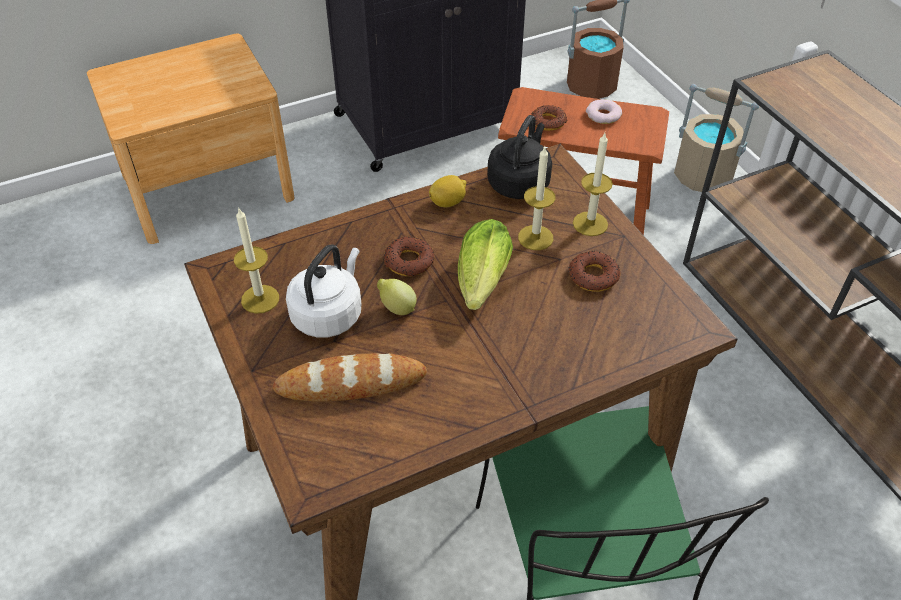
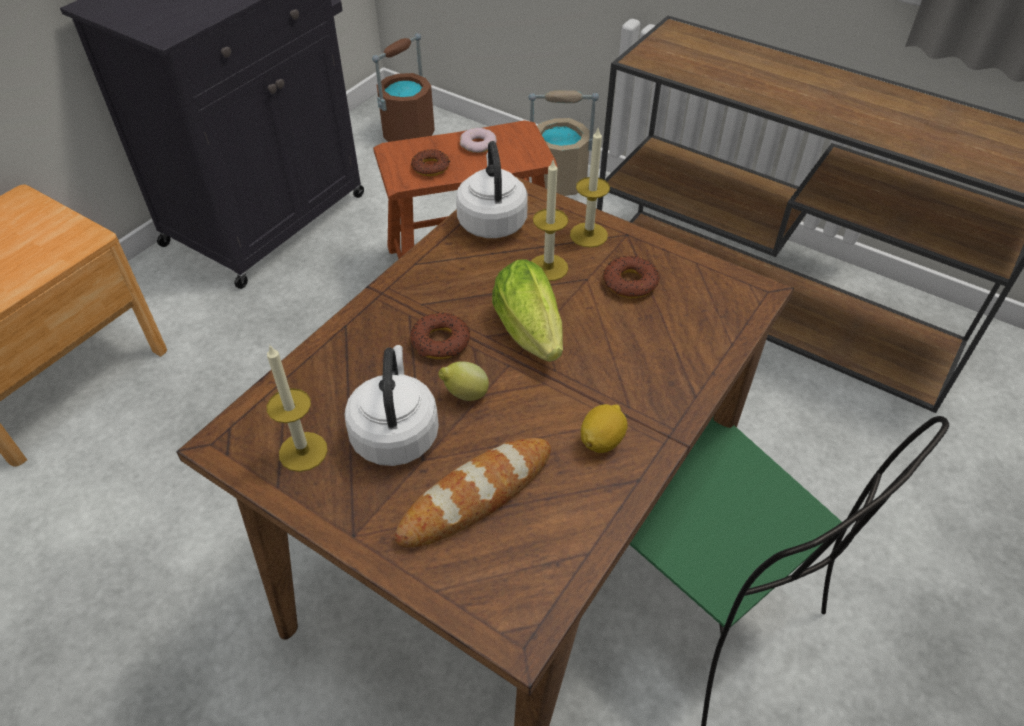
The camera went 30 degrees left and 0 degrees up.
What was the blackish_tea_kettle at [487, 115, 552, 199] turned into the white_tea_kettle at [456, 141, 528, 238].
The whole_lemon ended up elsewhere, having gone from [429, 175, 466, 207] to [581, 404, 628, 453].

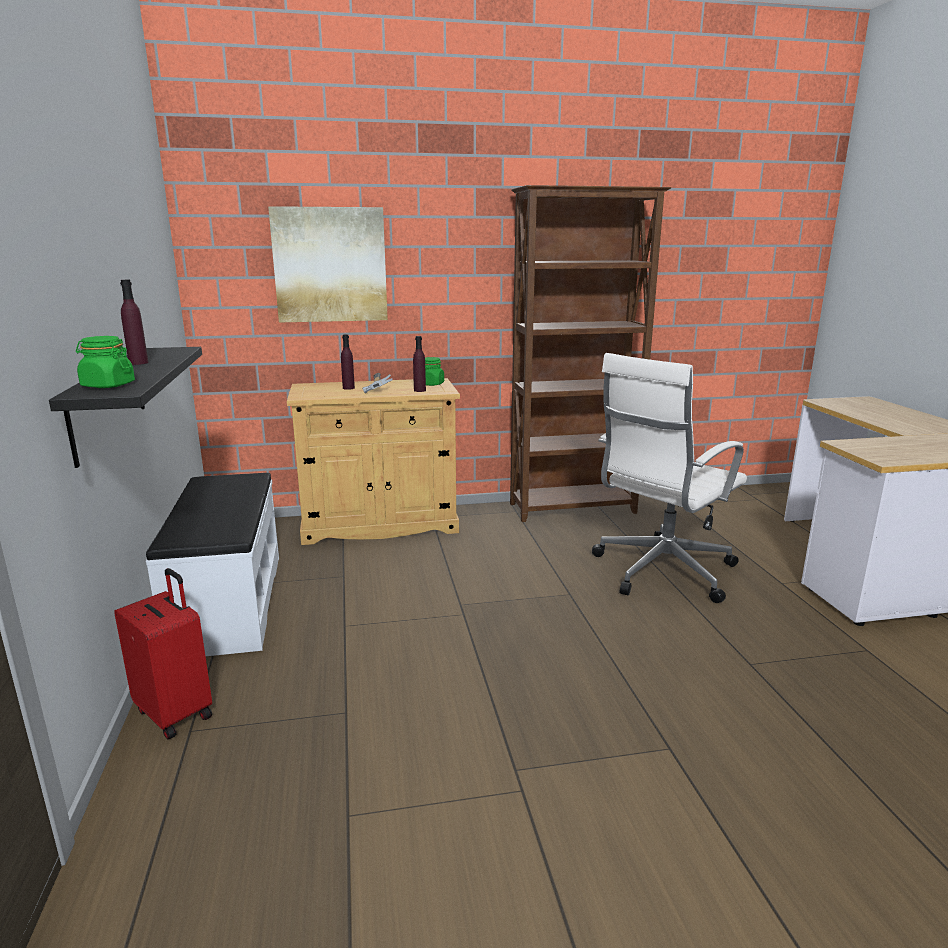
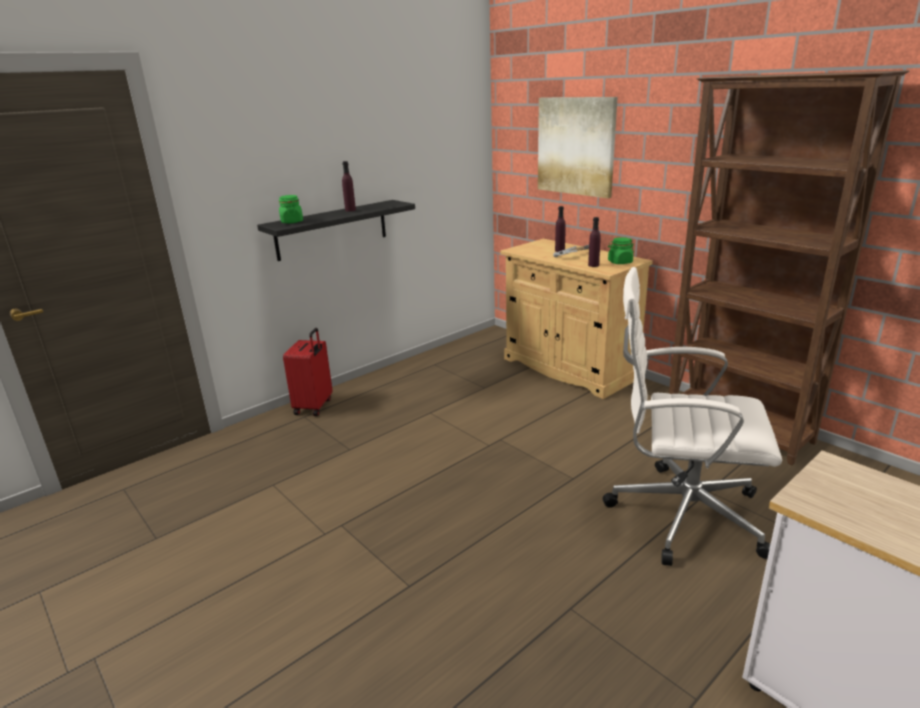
The camera went 60 degrees right and 5 degrees up.
The second view lost the white_indoor_bench at [146, 473, 279, 656].

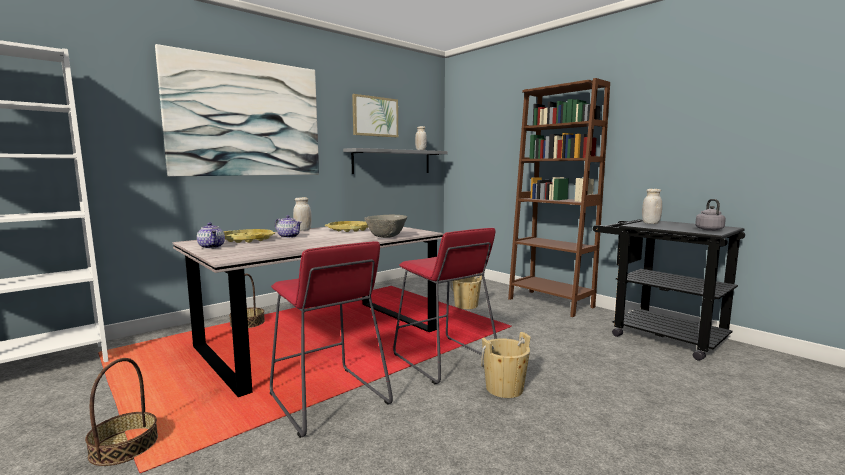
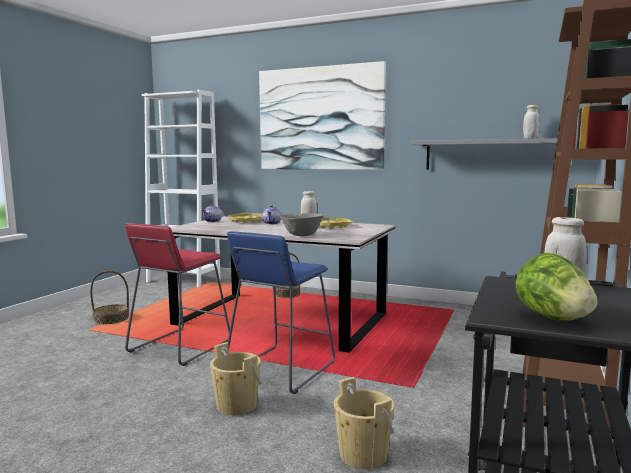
The camera went 65 degrees right and 0 degrees up.
What was the reddish_stool_seat at [393, 228, 497, 384] turned into the blue_stool_seat at [227, 231, 335, 394].
The beige-coloured_water_bucket ended up elsewhere, having gone from [451, 275, 482, 309] to [334, 377, 395, 469].
Where the grey_tea_kettle stood at [695, 199, 726, 231], the lettuce_head came to stand at [515, 253, 598, 321].
The second view lost the wall_picture at [352, 94, 398, 137].

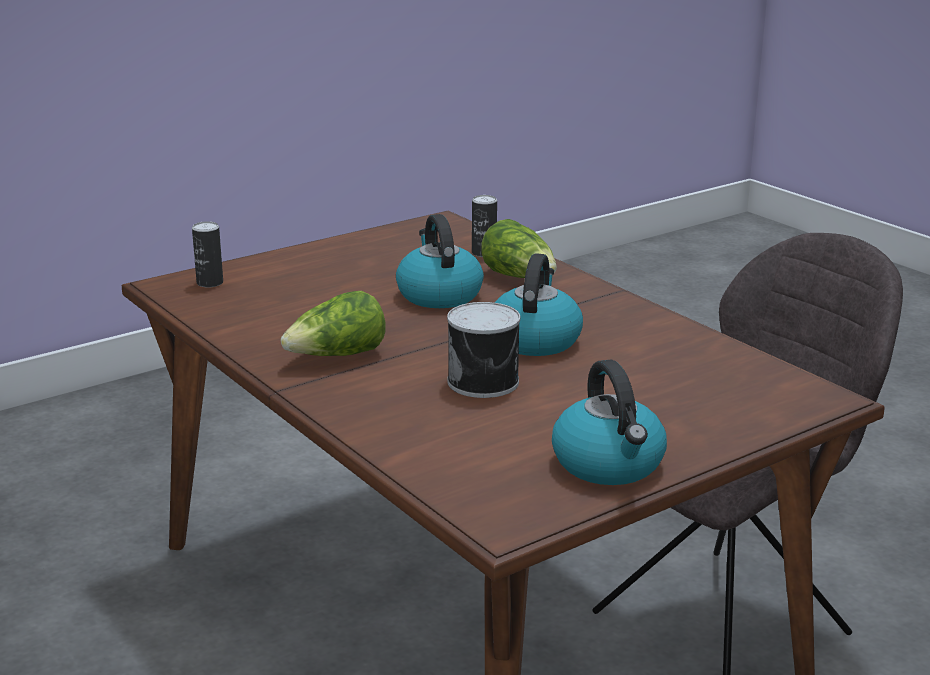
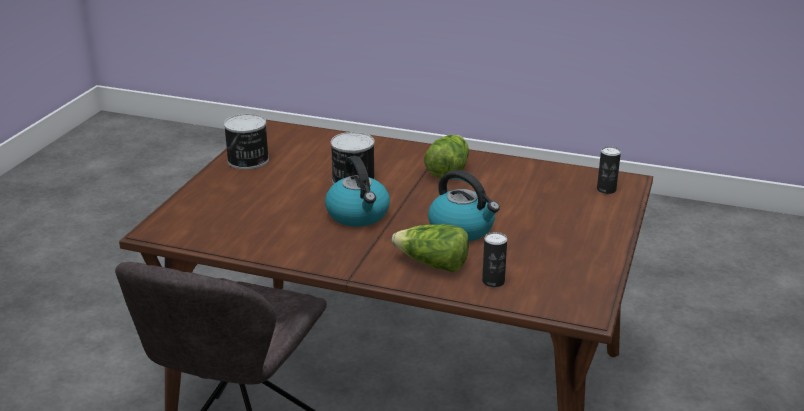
The camera went 145 degrees right and 5 degrees up.
Where the tea_kettle stood at [552, 360, 667, 485], the can came to stand at [224, 114, 269, 170].

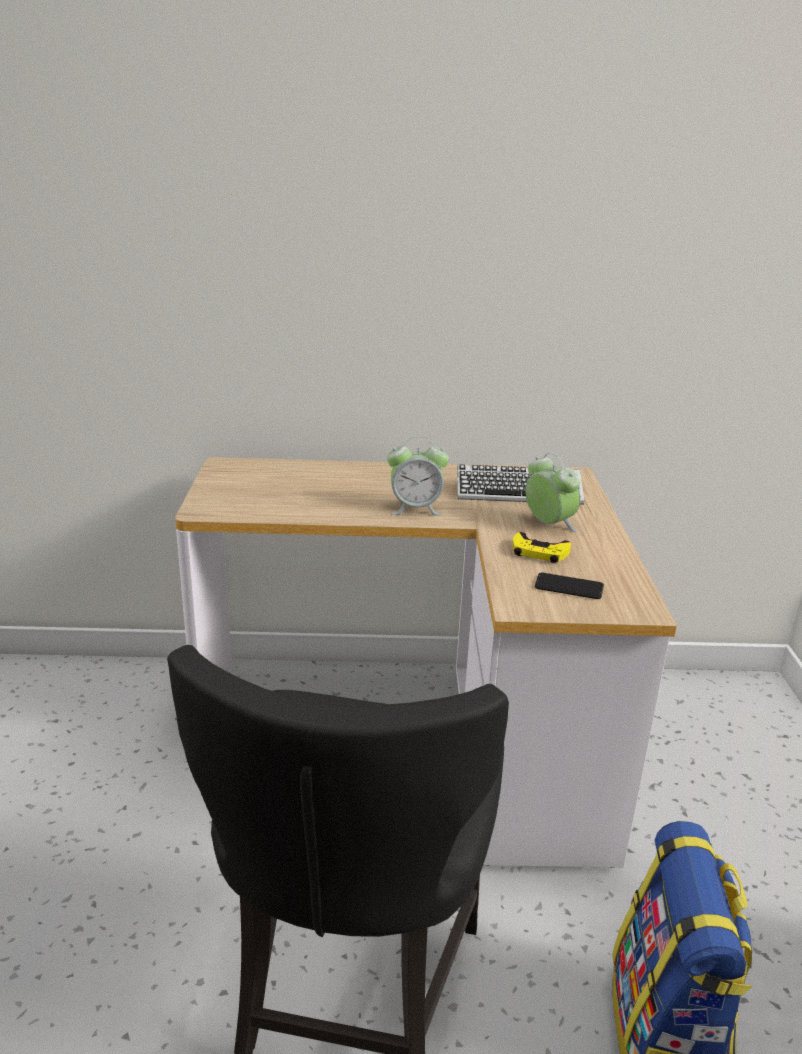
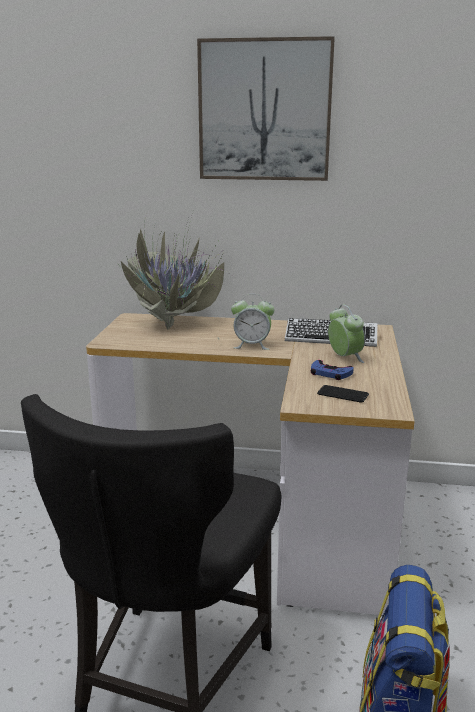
The camera went 10 degrees right and 5 degrees down.
The second view gained the potted_plant at [118, 216, 228, 339].
The second view gained the wall_picture at [197, 36, 335, 181].
What was the yellow_game_controller at [513, 532, 571, 563] turned into the blue_game_controller at [310, 360, 354, 380].

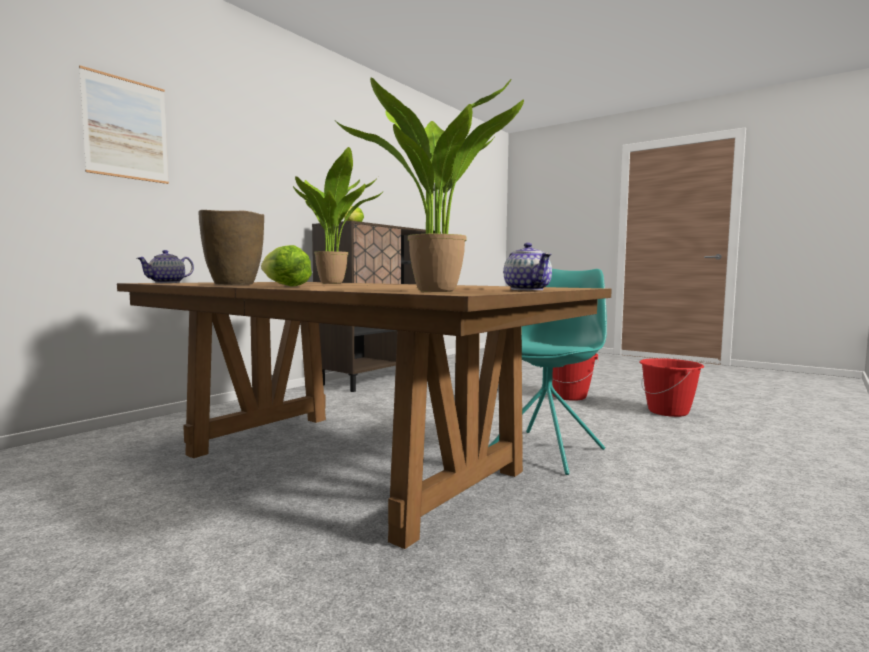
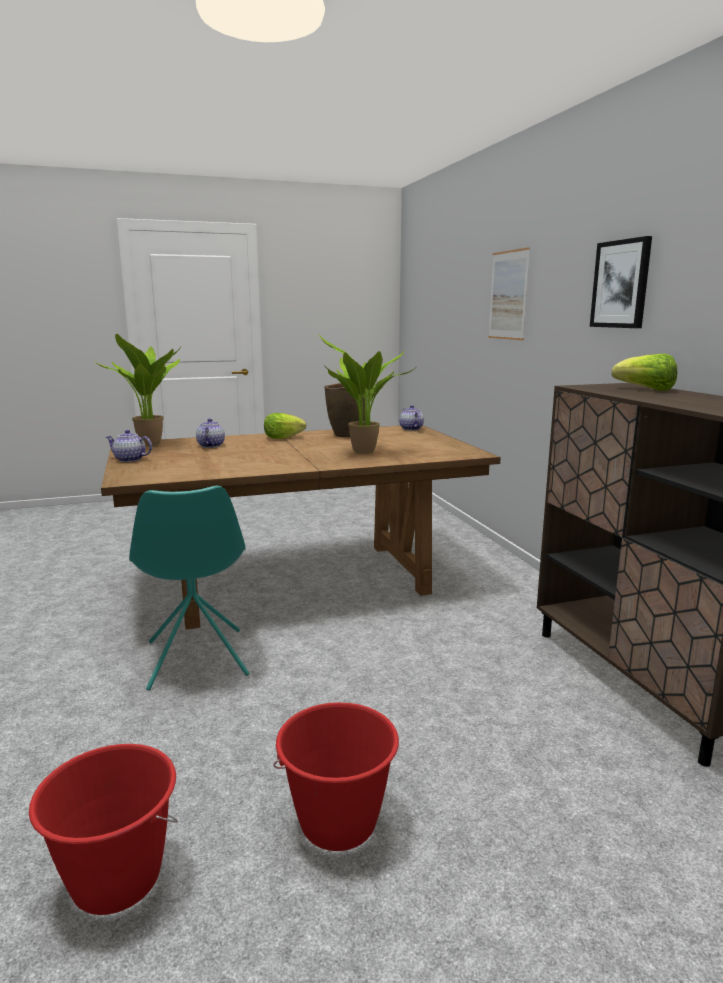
The camera went 125 degrees right and 10 degrees up.
The second view gained the teapot at [196, 419, 225, 448].
The second view gained the wall_picture at [590, 236, 652, 328].

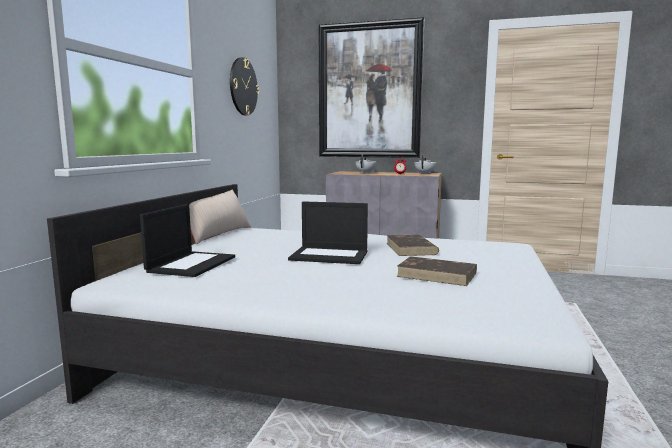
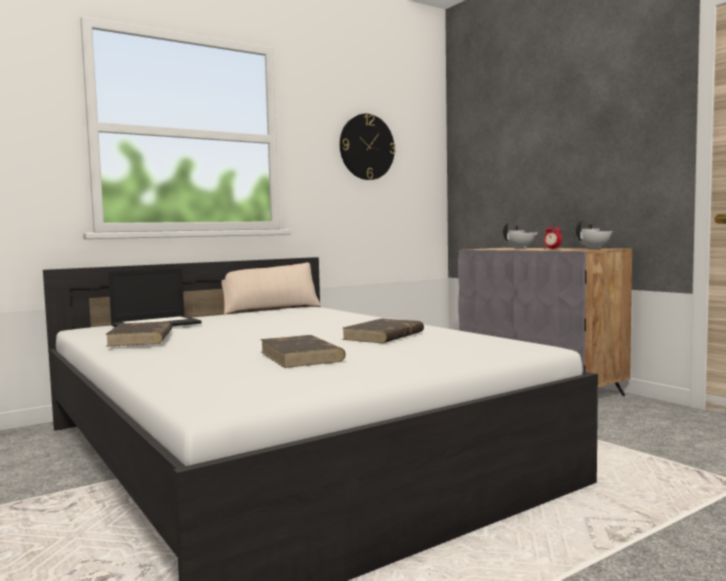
The camera went 40 degrees right and 5 degrees down.
The second view gained the brownish_volume at [105, 321, 172, 347].
The second view lost the notebook_computer at [288, 201, 368, 264].
The second view lost the wall_picture at [318, 17, 424, 158].

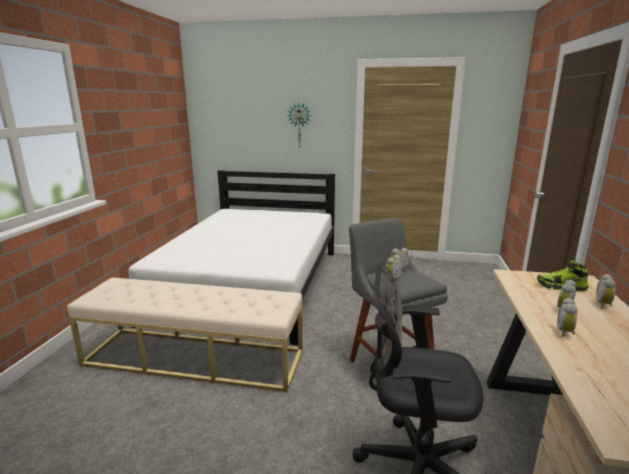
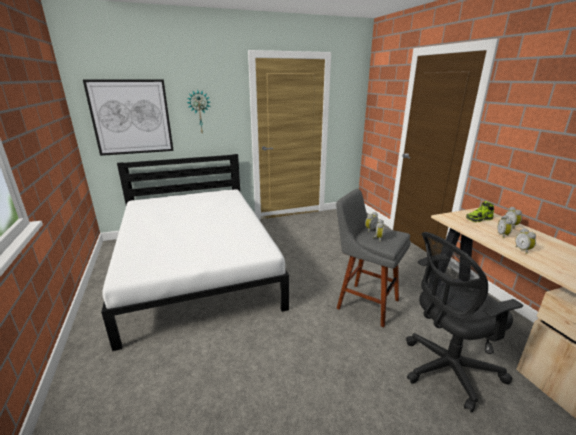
The camera went 30 degrees left and 5 degrees up.
The second view gained the wall_picture at [83, 79, 174, 156].
The second view lost the beige-coloured_indoor_bench at [67, 277, 303, 392].

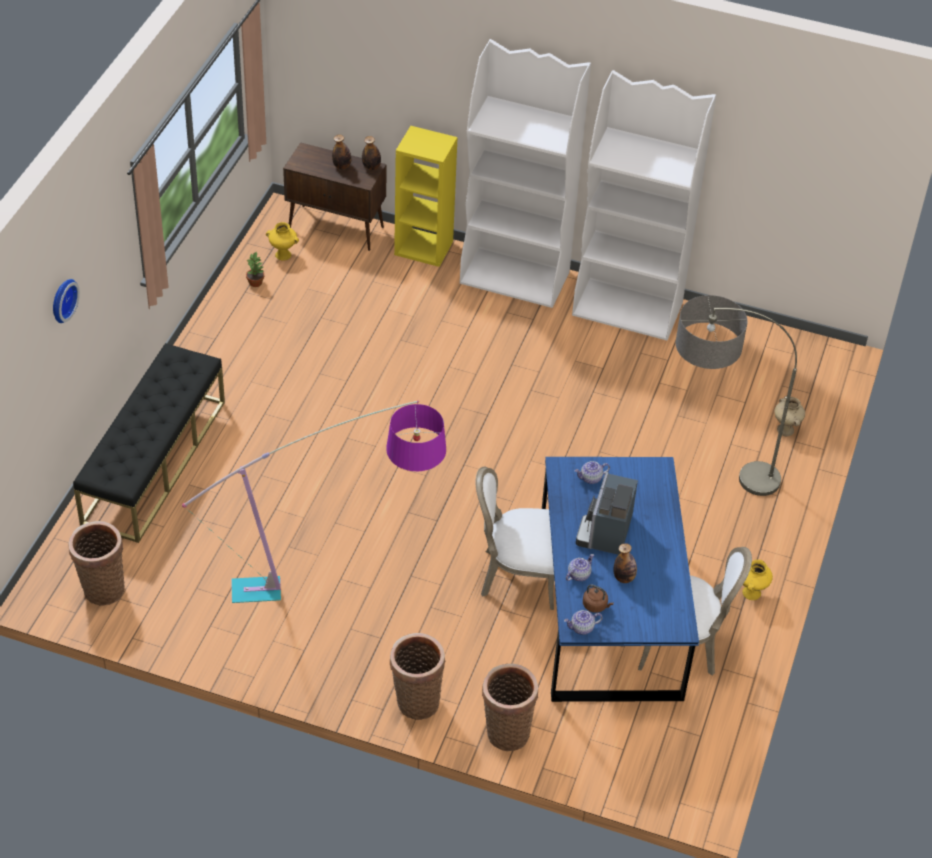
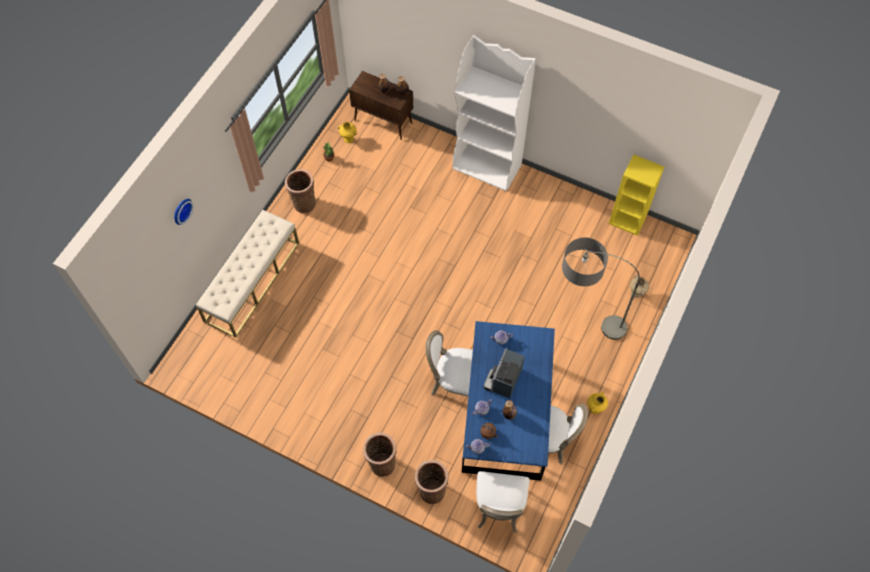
The camera went 10 degrees right and 15 degrees up.
What was the blackish_indoor_bench at [73, 343, 225, 543] turned into the beige-coloured_indoor_bench at [196, 210, 299, 338].
The basket ended up elsewhere, having gone from [68, 521, 125, 606] to [285, 169, 316, 213].
The second view gained the white_upright_chair at [476, 471, 530, 532].
The yellow_bookcase ended up elsewhere, having gone from [394, 126, 458, 267] to [609, 154, 664, 236].
The second view lost the standard_lamp at [182, 400, 446, 603].
The second view lost the white_bookcase at [572, 70, 716, 340].

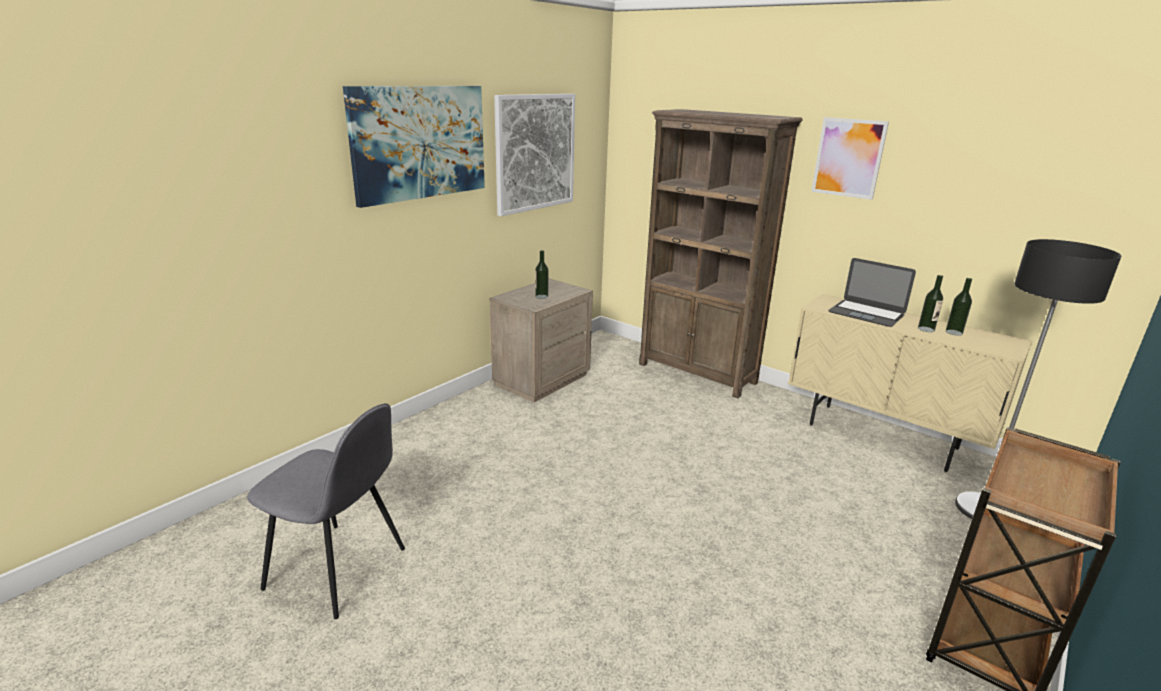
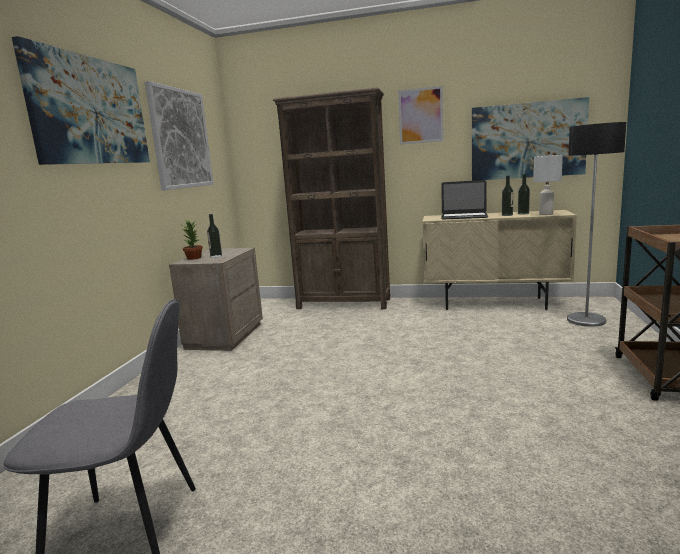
The camera went 25 degrees left and 10 degrees down.
The second view gained the potted_plant at [182, 219, 203, 260].
The second view gained the wall_picture at [472, 97, 589, 181].
The second view gained the white_tabletop_lamp at [533, 155, 563, 215].

